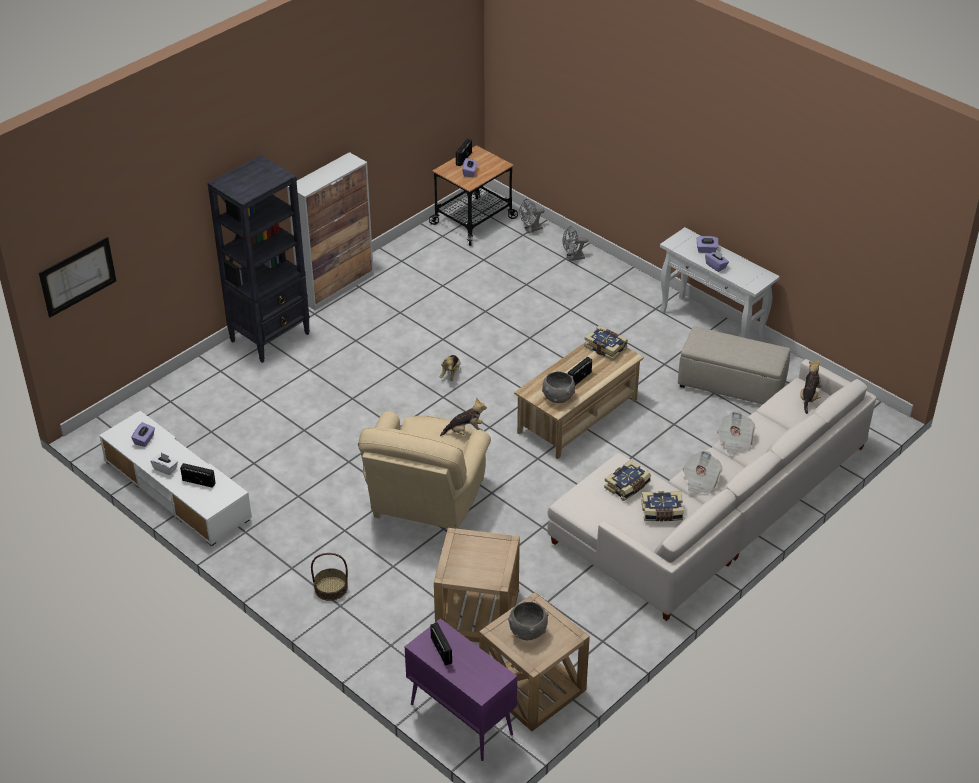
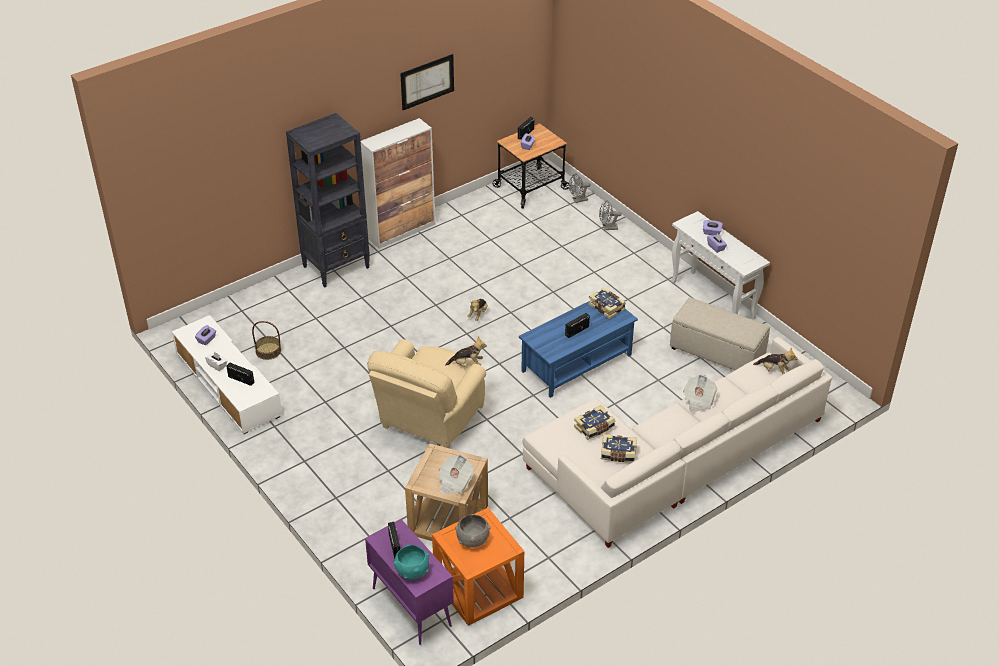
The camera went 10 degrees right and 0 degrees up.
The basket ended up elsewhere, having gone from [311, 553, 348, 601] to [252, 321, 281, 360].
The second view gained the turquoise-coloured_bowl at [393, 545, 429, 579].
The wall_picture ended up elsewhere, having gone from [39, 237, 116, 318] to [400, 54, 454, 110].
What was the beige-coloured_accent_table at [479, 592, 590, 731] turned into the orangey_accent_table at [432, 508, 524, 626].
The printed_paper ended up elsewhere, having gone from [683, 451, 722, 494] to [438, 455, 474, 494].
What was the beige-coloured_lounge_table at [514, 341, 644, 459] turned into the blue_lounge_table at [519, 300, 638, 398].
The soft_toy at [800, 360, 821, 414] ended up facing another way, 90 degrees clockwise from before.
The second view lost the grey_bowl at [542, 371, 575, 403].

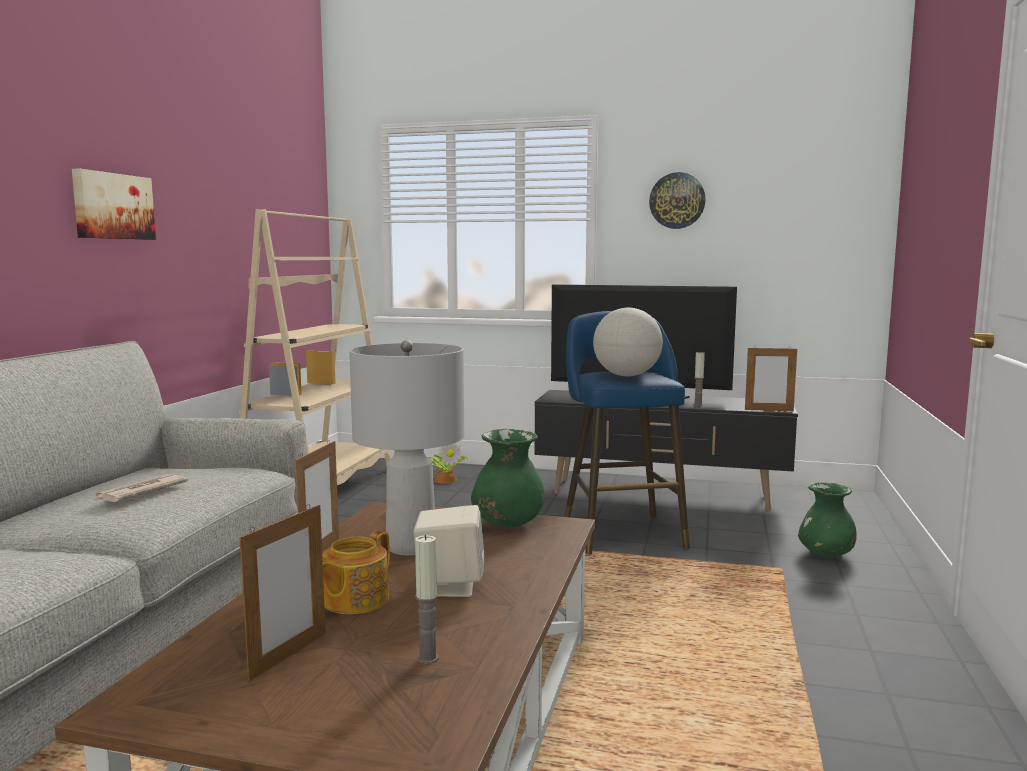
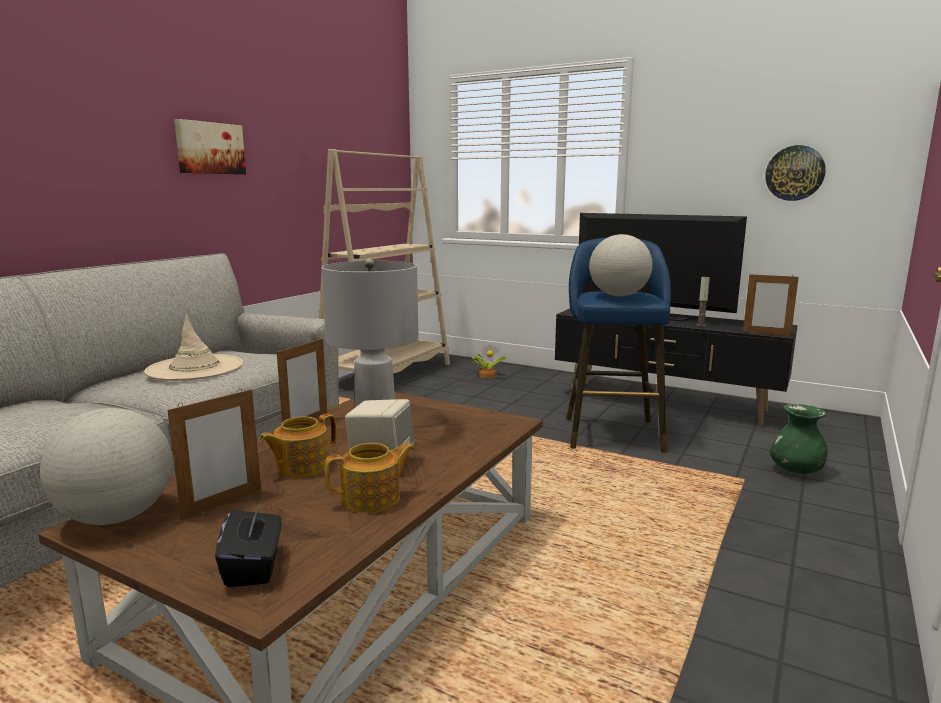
The camera went 15 degrees right and 5 degrees up.
The second view gained the globe at [40, 408, 172, 525].
Where the printed_paper stood at [94, 474, 188, 502], the beige-coloured_hat came to stand at [144, 314, 243, 381].
The second view gained the blackish_tissue_holder at [215, 502, 281, 588].
The second view gained the teapot at [325, 443, 415, 513].
The hanging_clock ended up elsewhere, having gone from [649, 172, 706, 229] to [765, 145, 826, 201].
The second view lost the wax_candle at [415, 535, 439, 664].
The second view lost the green-coloured_vase at [471, 429, 545, 527].

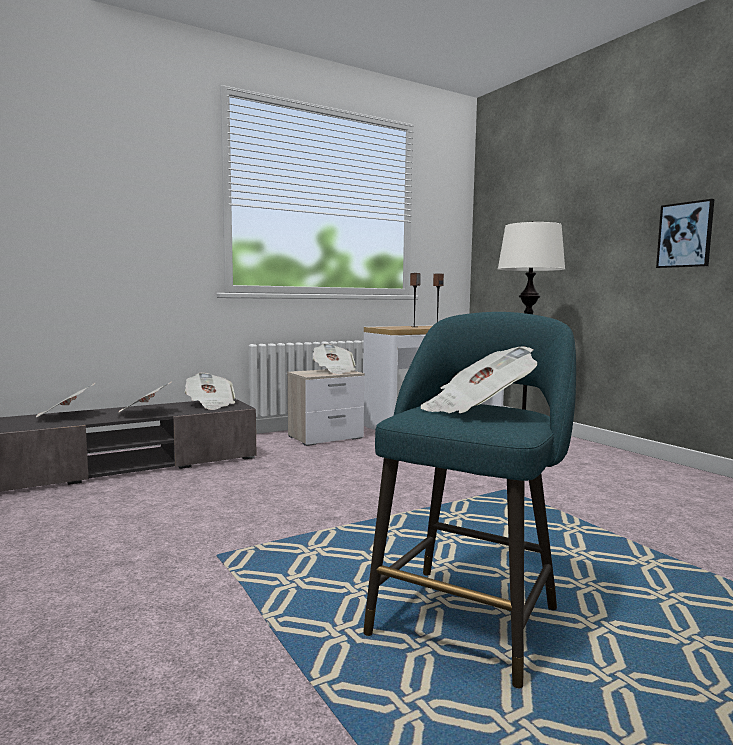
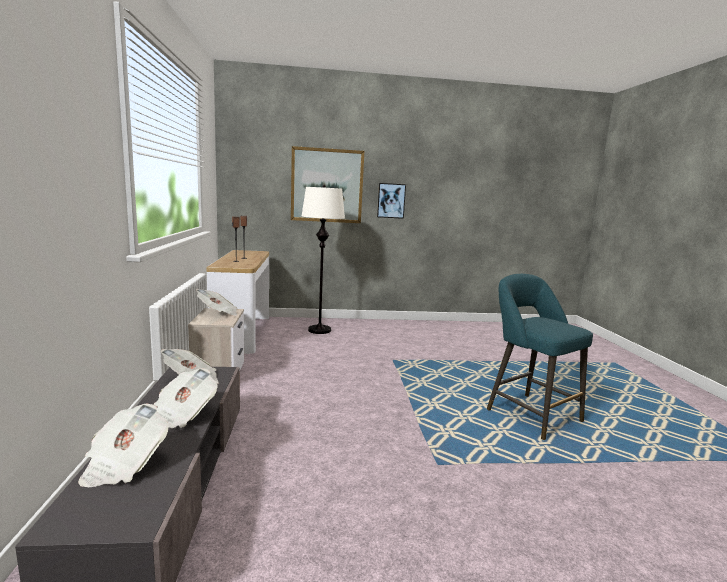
The camera went 65 degrees left and 5 degrees up.
The second view gained the wall_picture at [291, 146, 364, 223].
The second view lost the printed_paper at [421, 346, 537, 413].

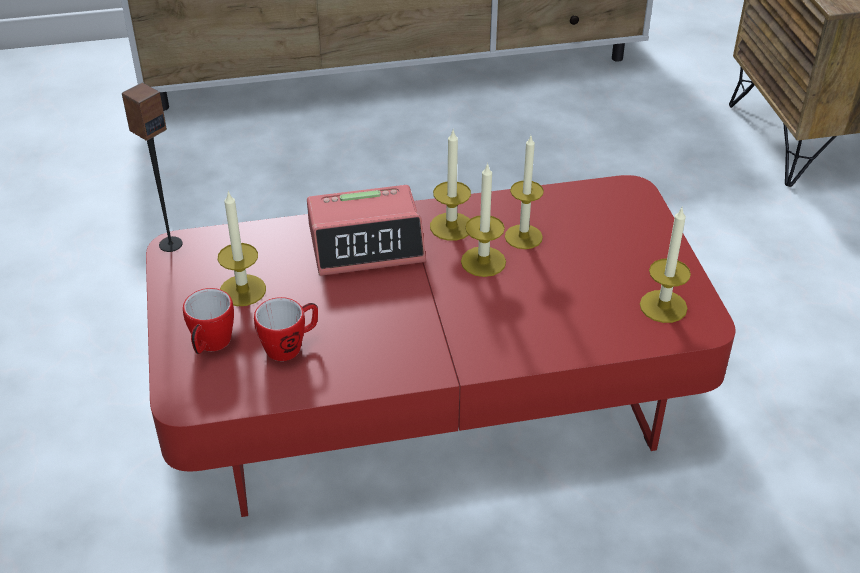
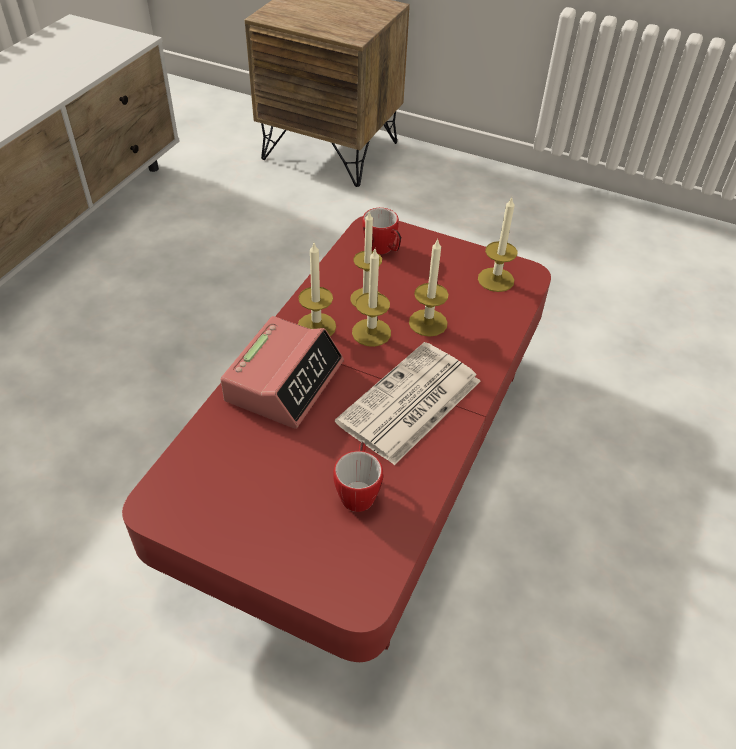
The camera went 55 degrees left and 5 degrees up.
The second view gained the printed_paper at [335, 342, 480, 465].
The tea_mug ended up elsewhere, having gone from [183, 288, 234, 354] to [362, 208, 401, 254].
The wax_candle ended up elsewhere, having gone from [218, 191, 266, 306] to [409, 239, 449, 337].
The second view lost the audio_speaker at [122, 83, 183, 252].

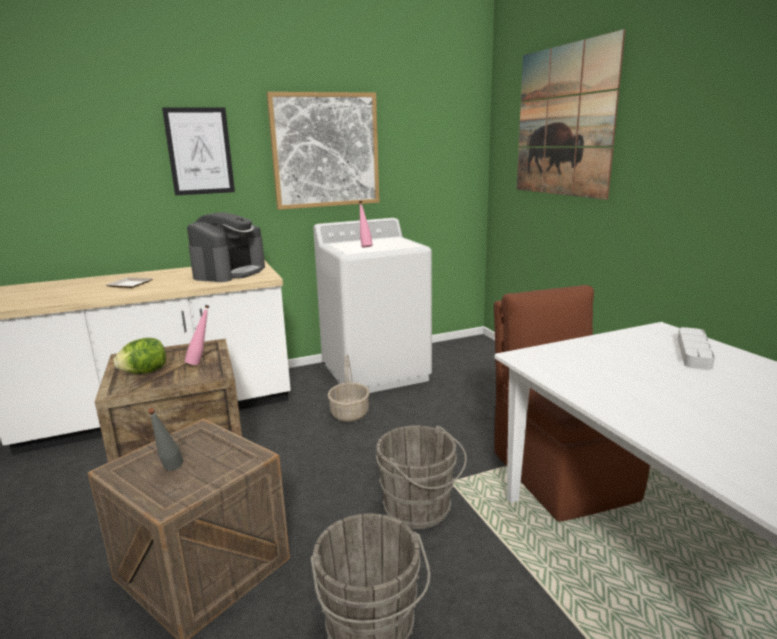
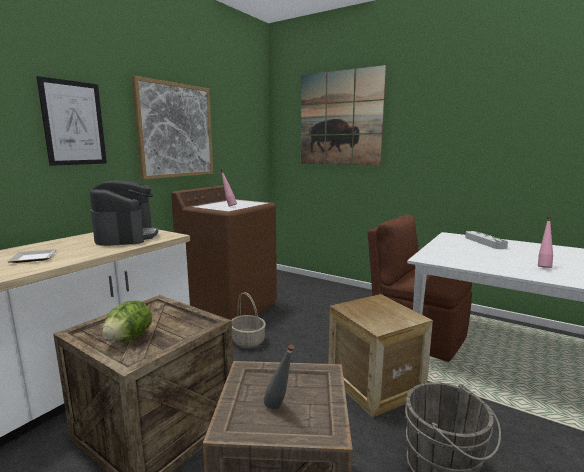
The camera went 35 degrees left and 5 degrees down.
What was the white_washing_machine at [313, 218, 432, 393] turned into the brownish_washing_machine at [171, 185, 277, 320].
Where the grey_water_bucket stood at [376, 425, 467, 529], the packing_crate came to stand at [328, 294, 433, 418].
The pink-coloured_drink_bottle ended up elsewhere, having gone from [185, 305, 209, 365] to [538, 217, 553, 268].

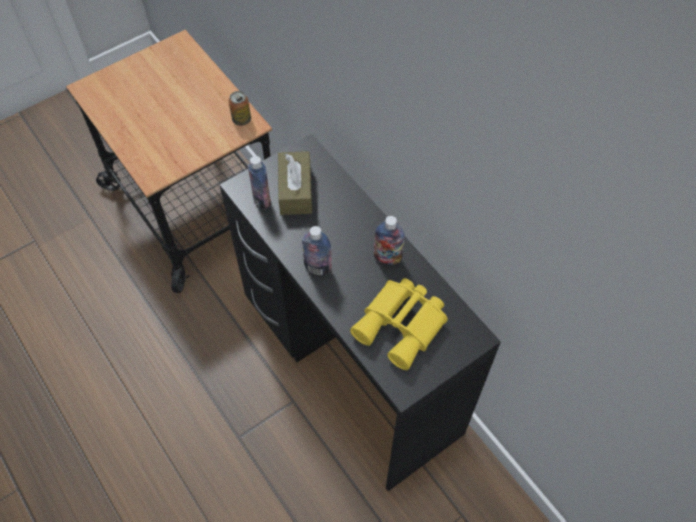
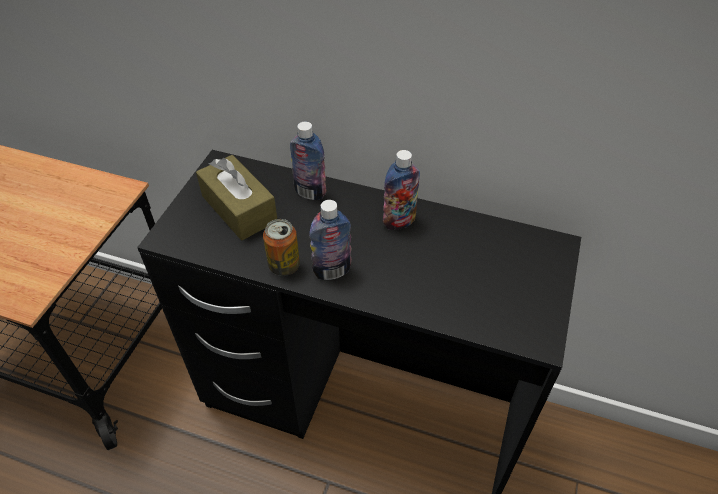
The camera went 35 degrees left and 10 degrees down.
The can ended up elsewhere, having gone from [229, 91, 251, 126] to [263, 219, 300, 276].
The drink_bottle ended up elsewhere, having gone from [248, 156, 271, 209] to [290, 122, 327, 200].
The second view lost the yellow_binoculars at [350, 278, 448, 370].

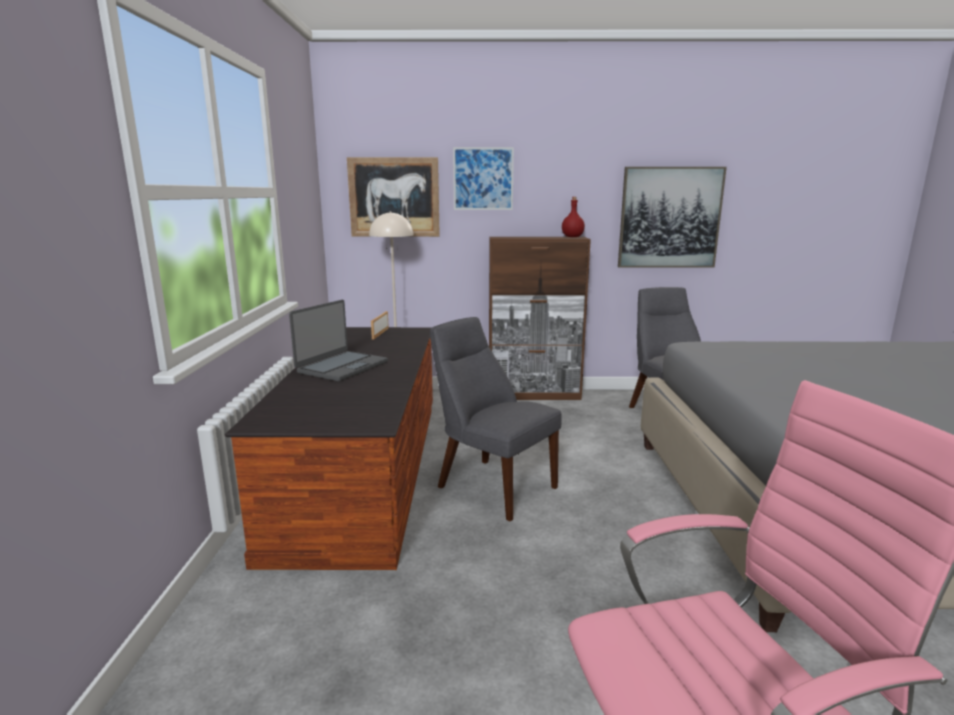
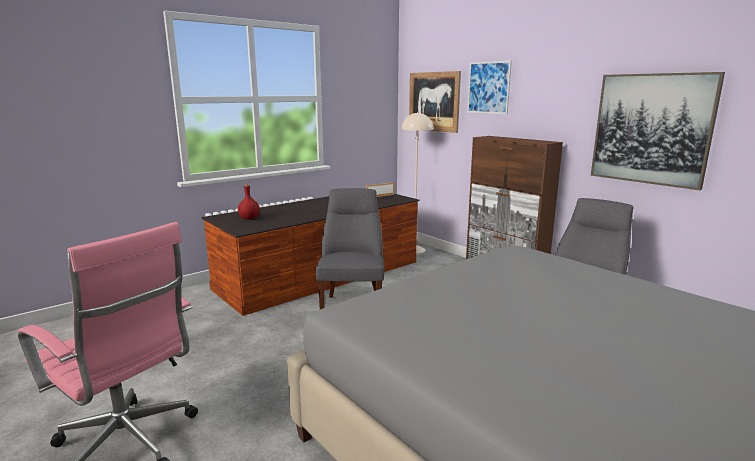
The camera went 50 degrees right and 0 degrees up.
The reddish_drink_bottle ended up elsewhere, having gone from [562, 197, 585, 237] to [238, 183, 260, 220].
The second view lost the notebook_computer at [289, 300, 388, 381].

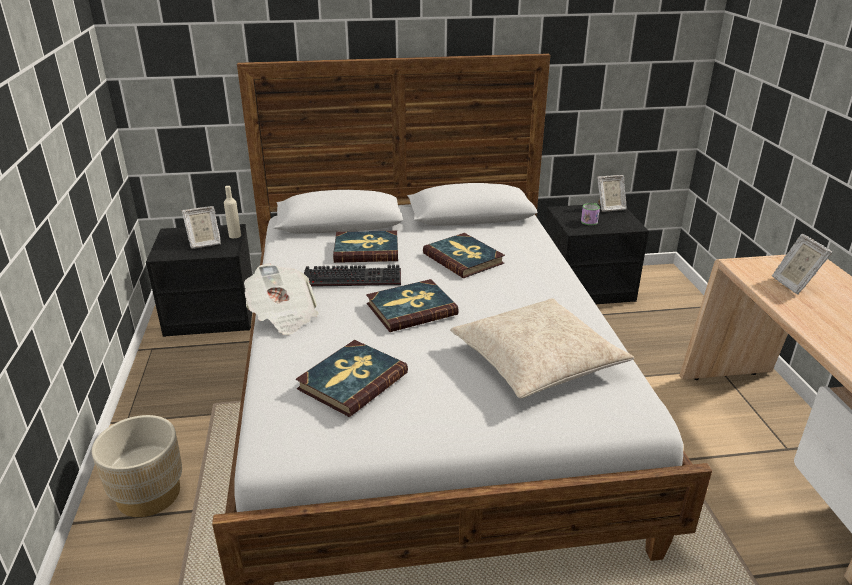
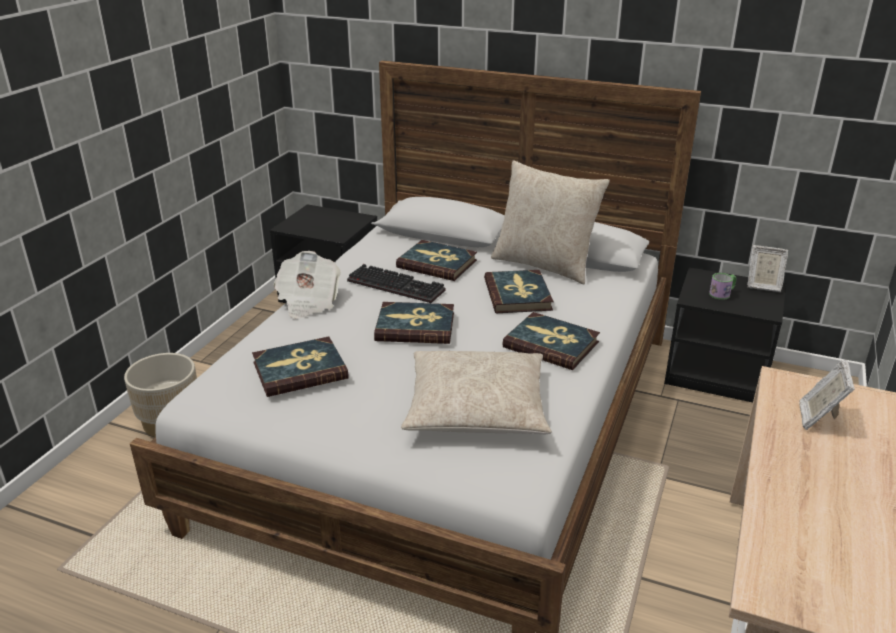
The camera went 30 degrees right and 0 degrees up.
The second view gained the beige-coloured_pillow at [491, 161, 610, 284].
The second view gained the volume at [502, 312, 600, 370].
The second view lost the standing_frame at [182, 206, 221, 249].
The second view lost the beige-coloured_drink_bottle at [224, 186, 241, 238].

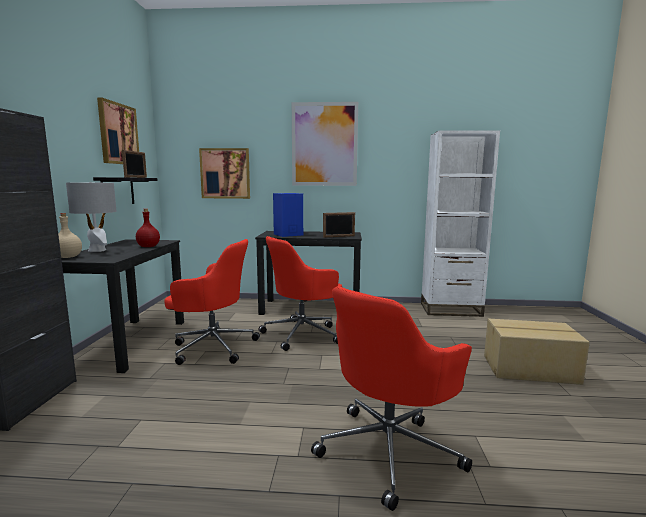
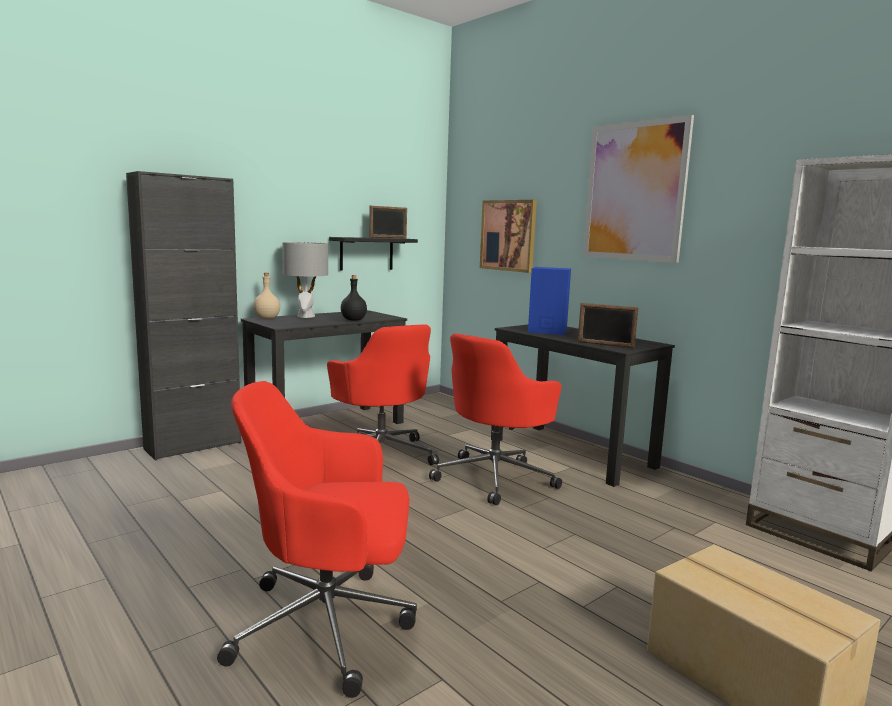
The camera went 45 degrees right and 0 degrees up.
What was the reddish_drink_bottle at [136, 209, 160, 247] turned into the blackish_drink_bottle at [341, 275, 367, 321].
The reddish_desk_chair at [259, 236, 342, 351] ended up facing another way, 60 degrees counterclockwise from before.
The second view lost the wall_picture at [97, 97, 139, 164].

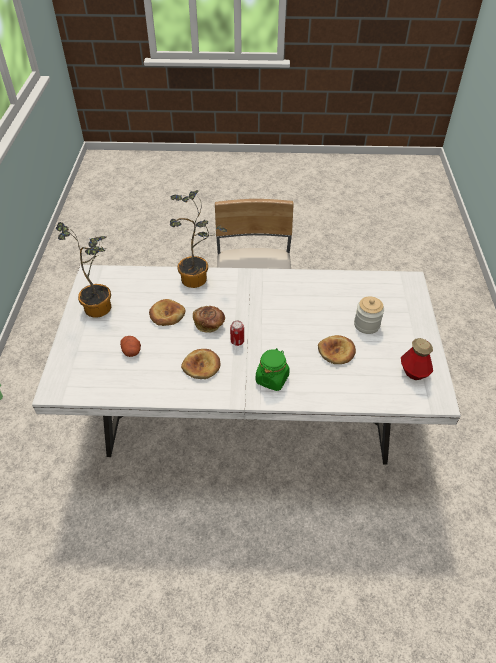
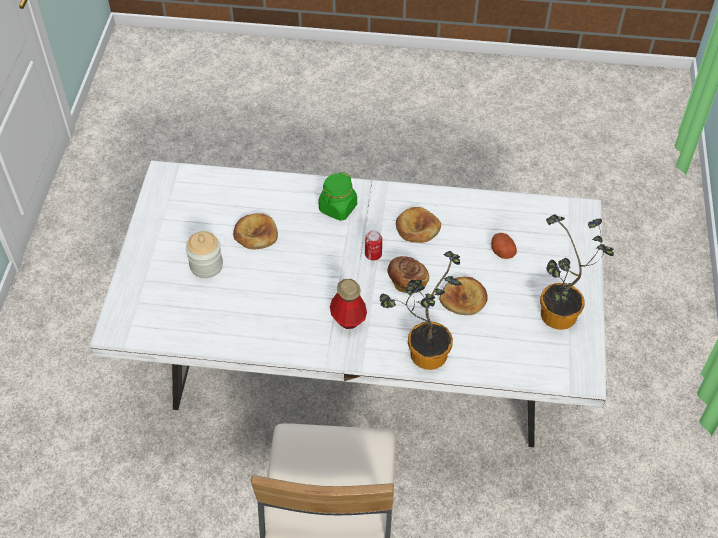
The camera went 175 degrees left and 5 degrees up.
The drink_bottle ended up elsewhere, having gone from [401, 338, 433, 380] to [330, 279, 367, 329].

